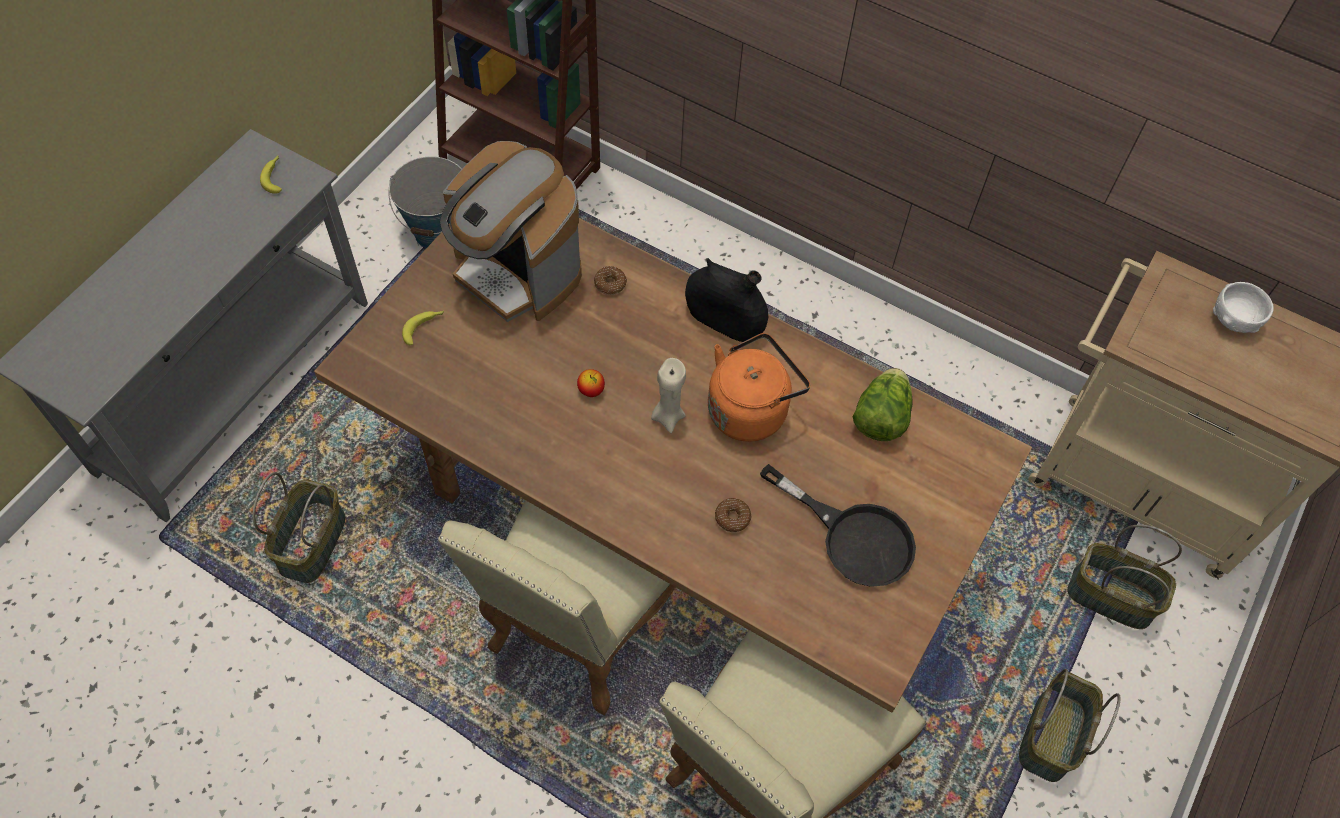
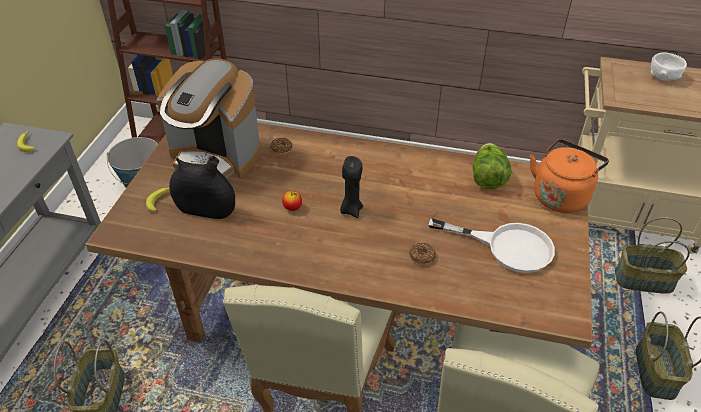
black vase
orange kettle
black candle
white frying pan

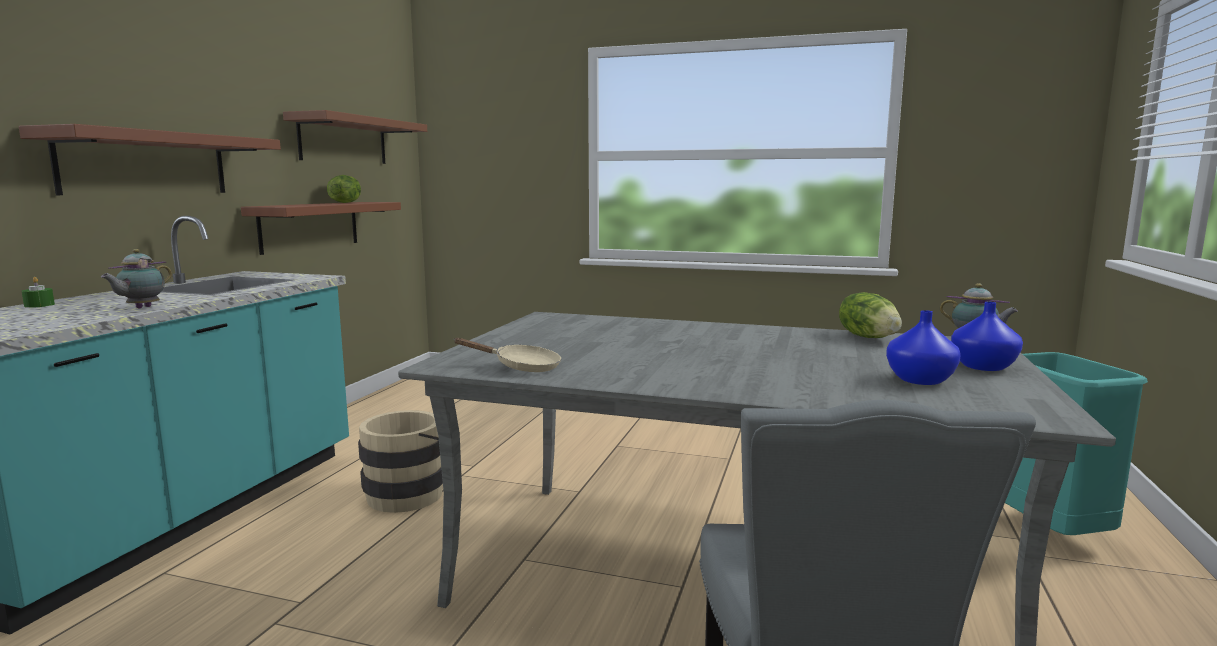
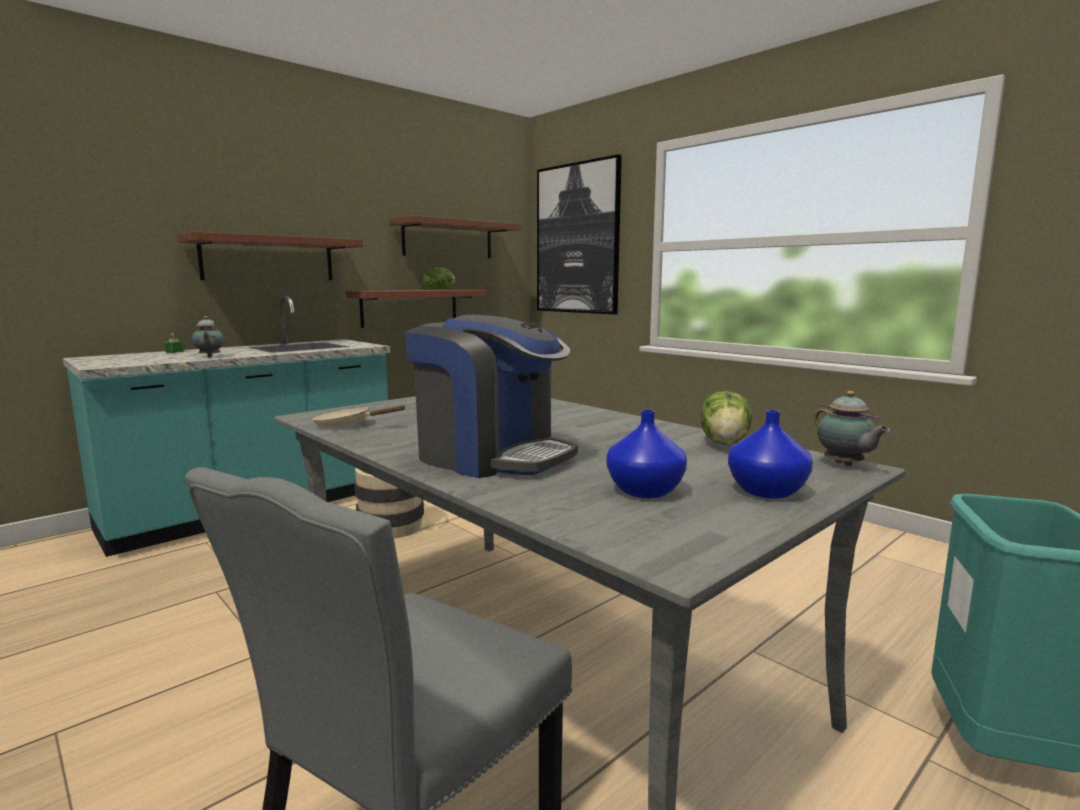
teapot (1st from left)
beige frying pan
picture
coffee machine

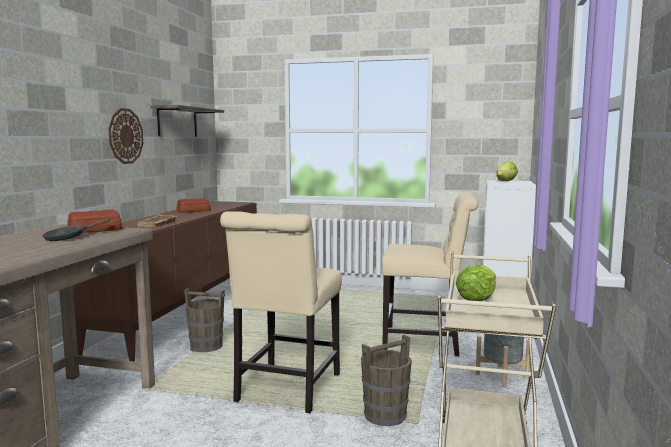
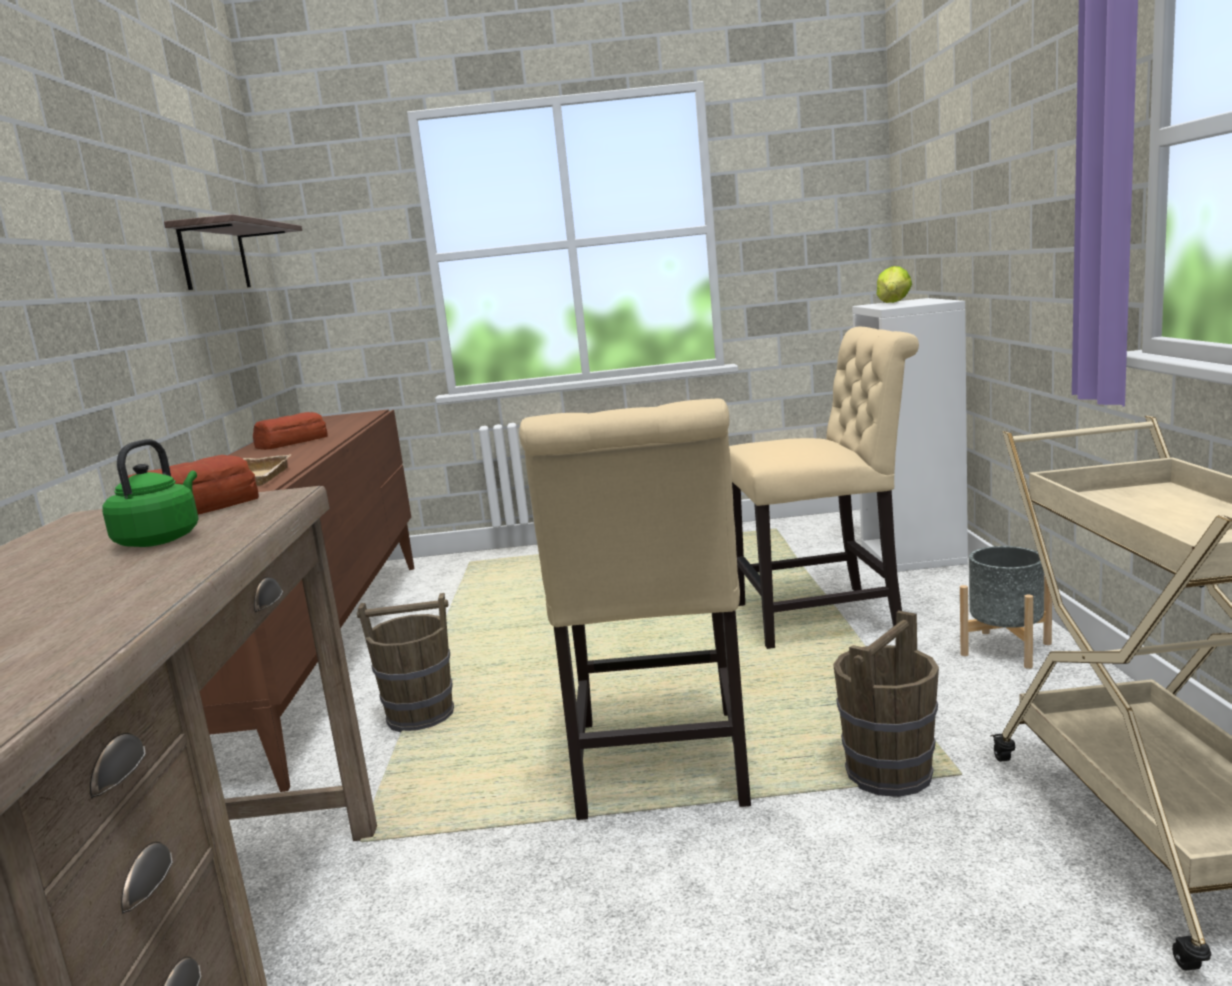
wall clock
green kettle
lettuce (1st from left in the first image)

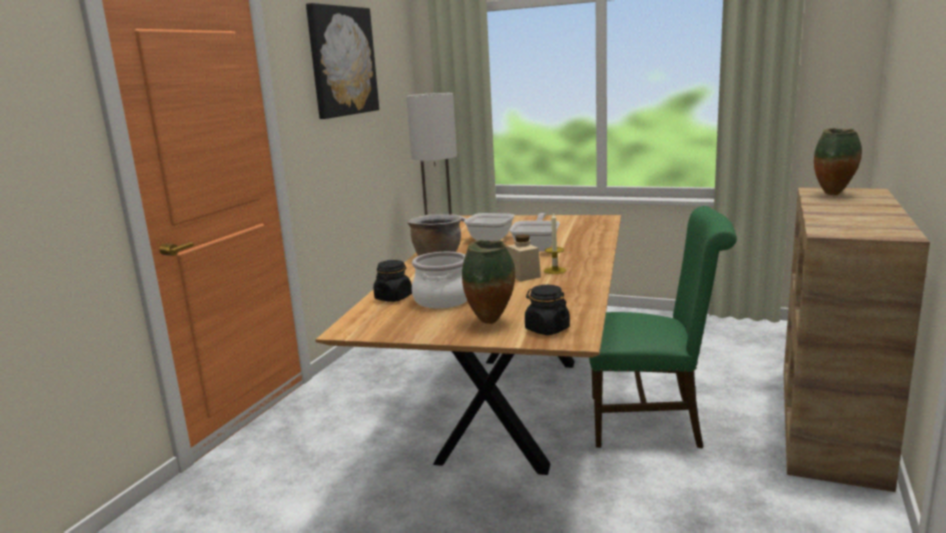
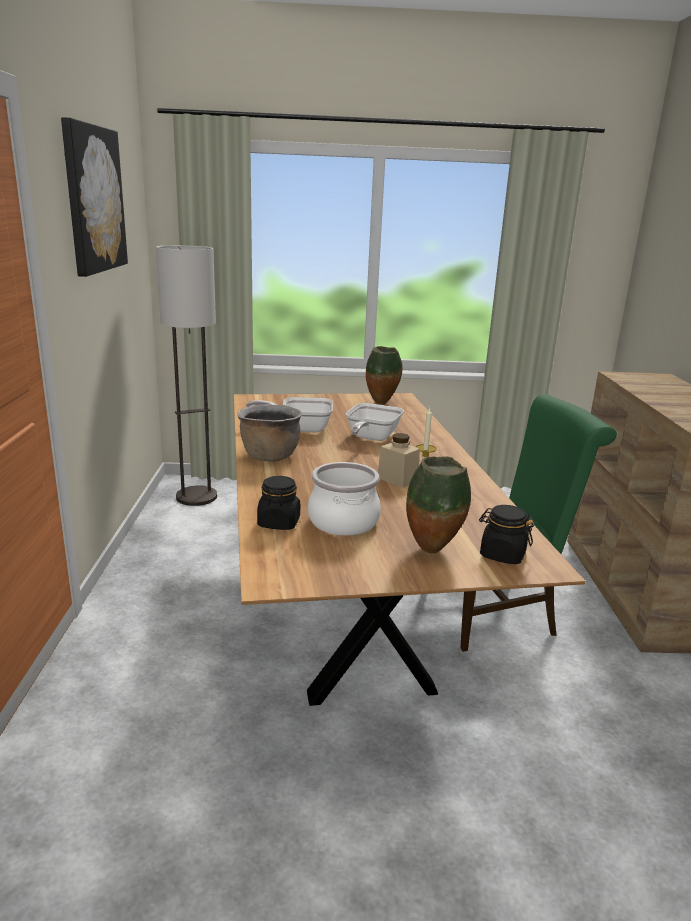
vase (1st from left)
frying pan (2nd from left)

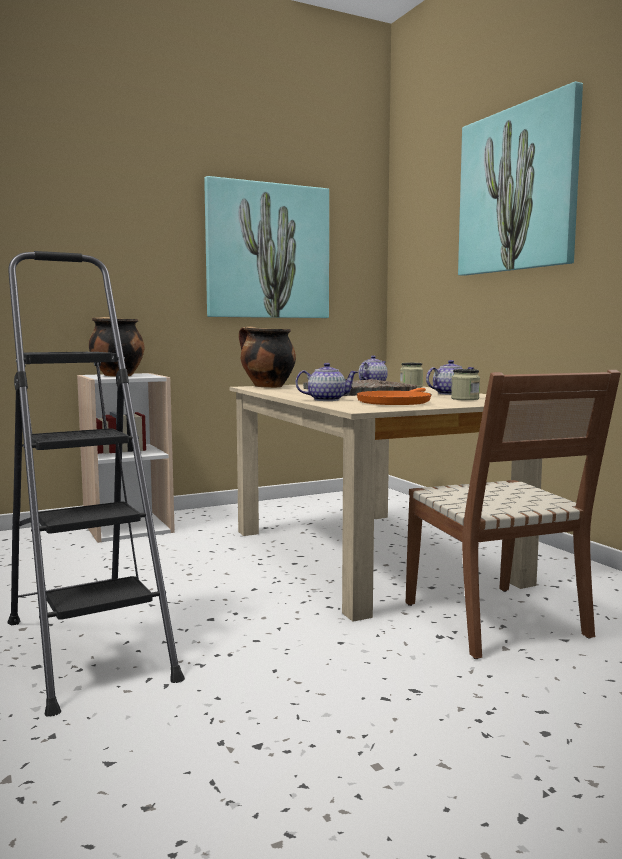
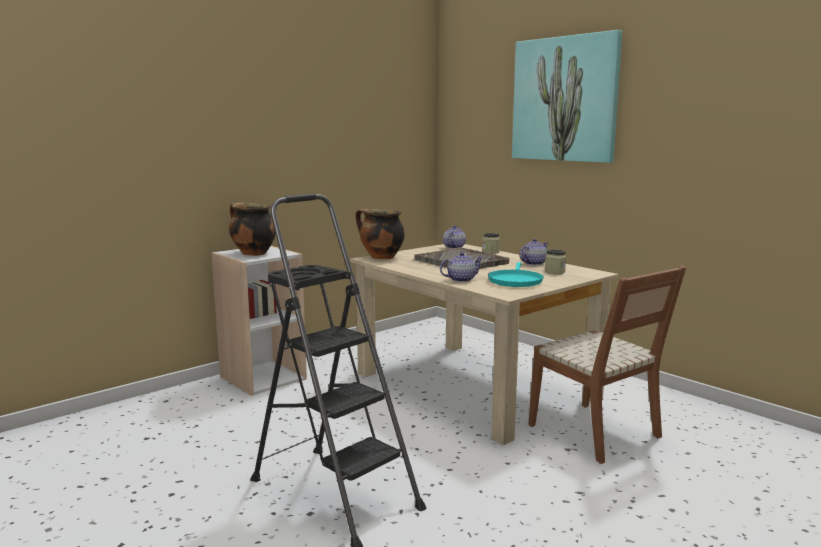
picture (1st from left in the first image)
turquoise frying pan

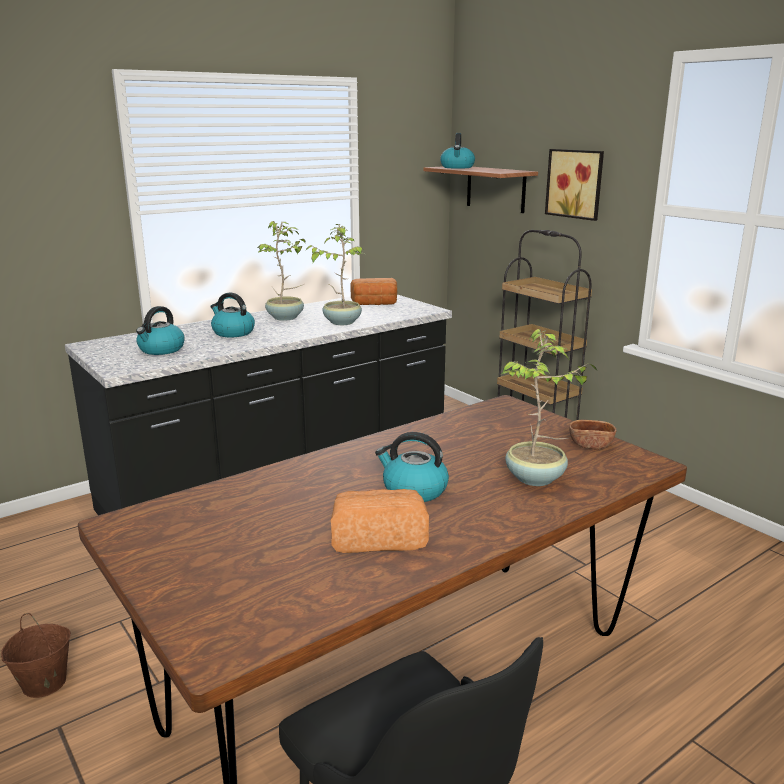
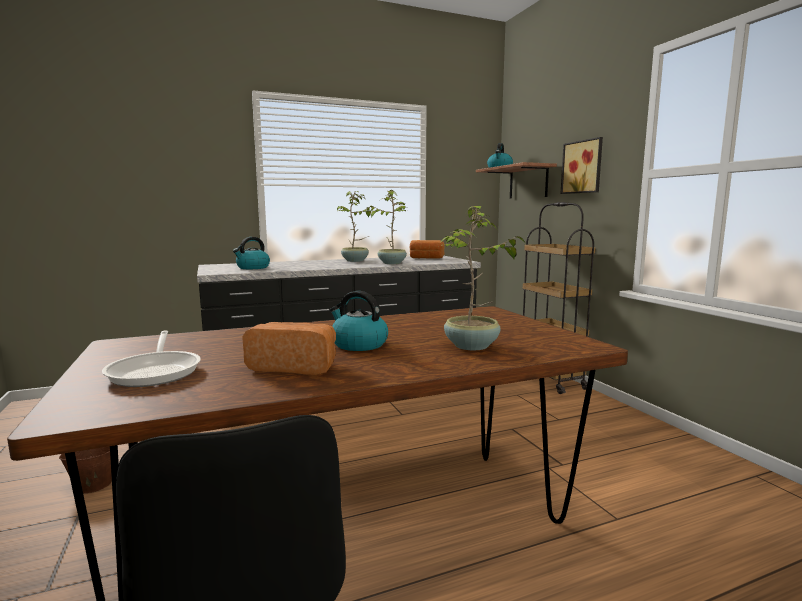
kettle (2nd from left in the first image)
brown bowl
frying pan

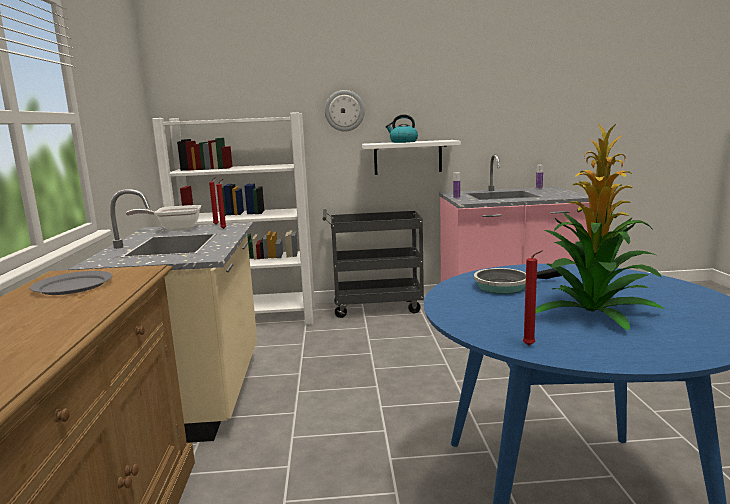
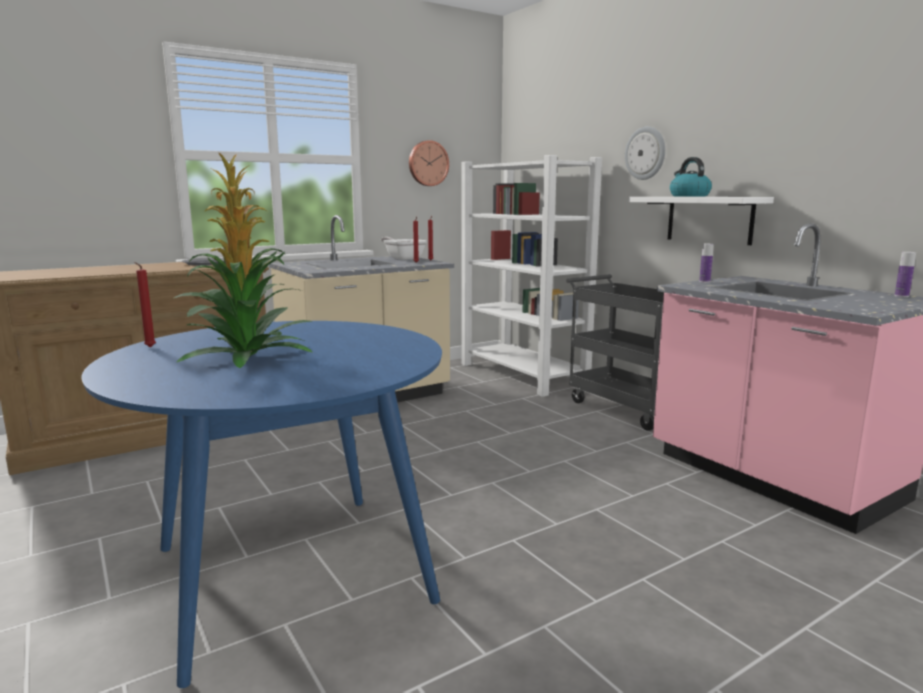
frying pan (2nd from left in the first image)
wall clock (1st from left)

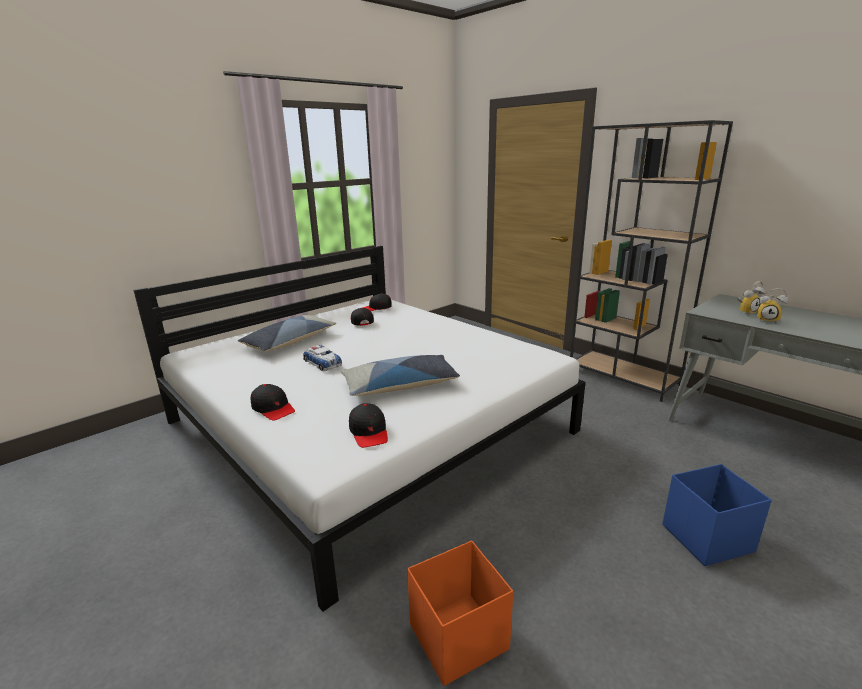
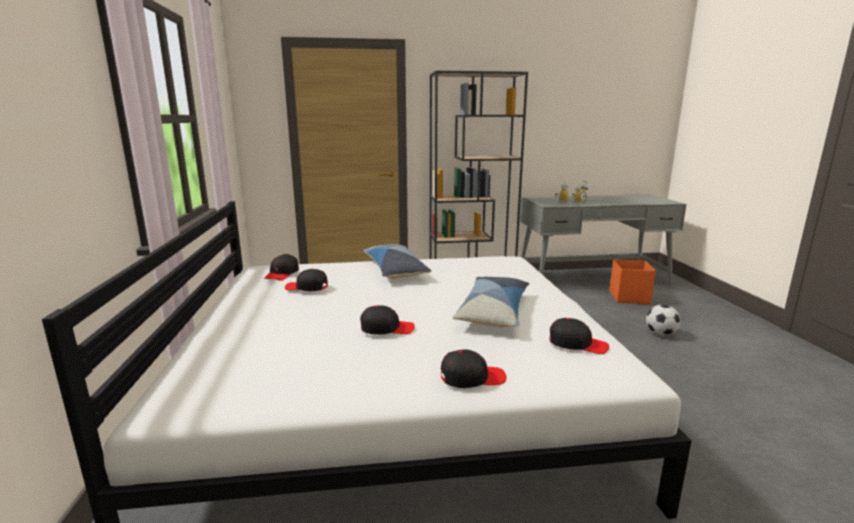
pillow (1st from left)
black cap (3rd from left)
football
orange storage box

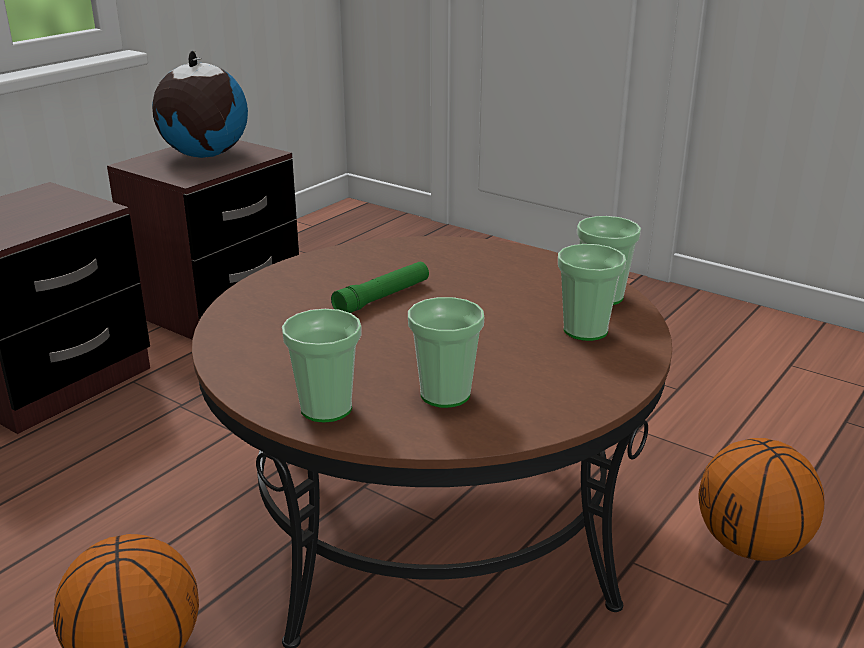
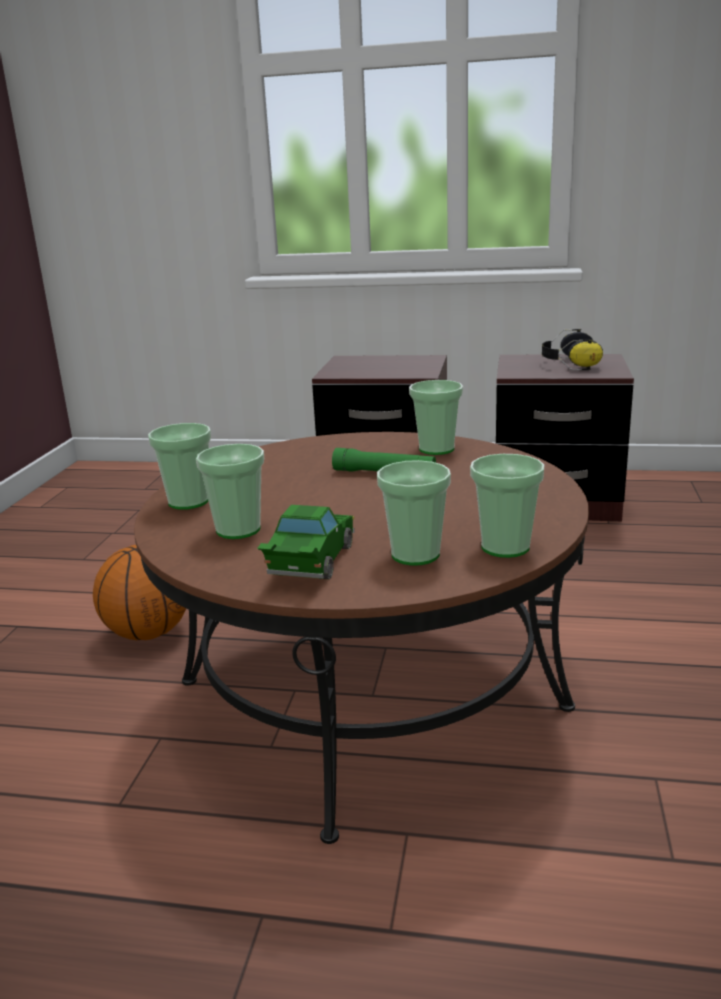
headphones
basketball (2nd from left in the first image)
cup (4th from left)
green toy car

